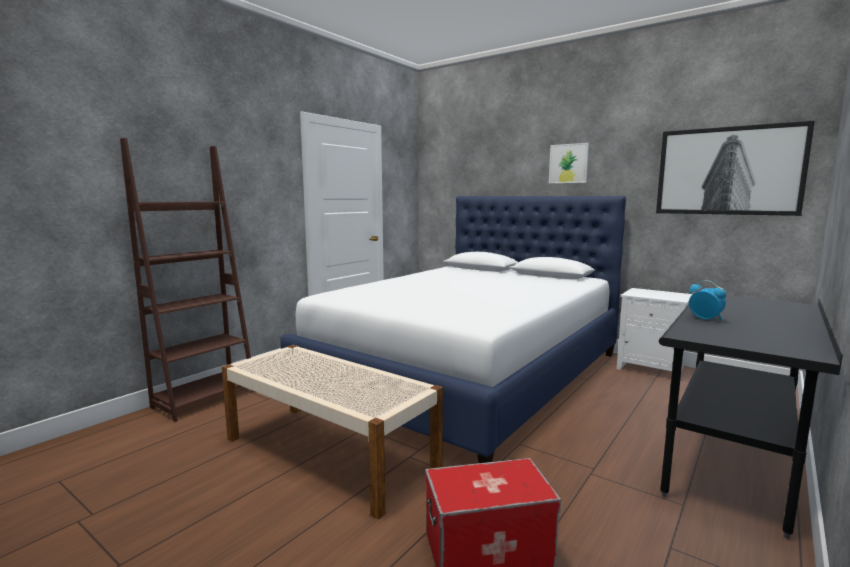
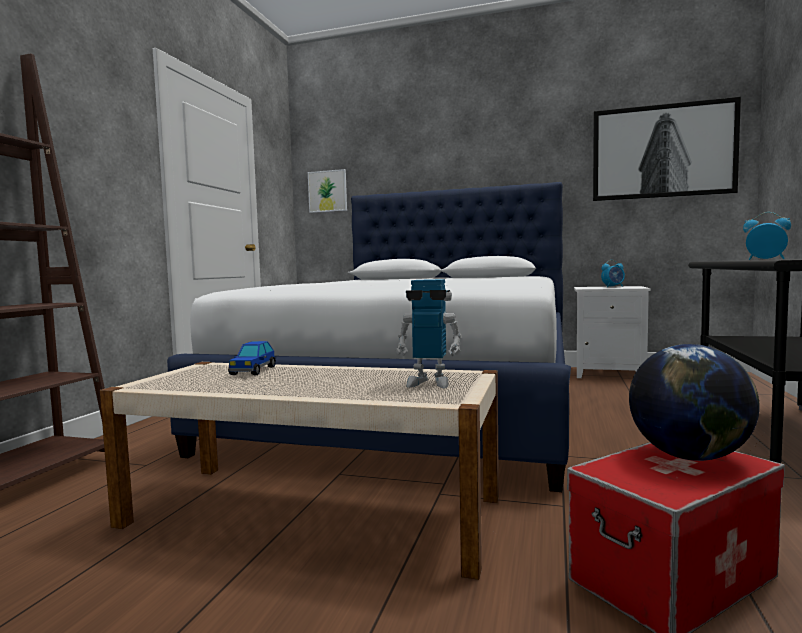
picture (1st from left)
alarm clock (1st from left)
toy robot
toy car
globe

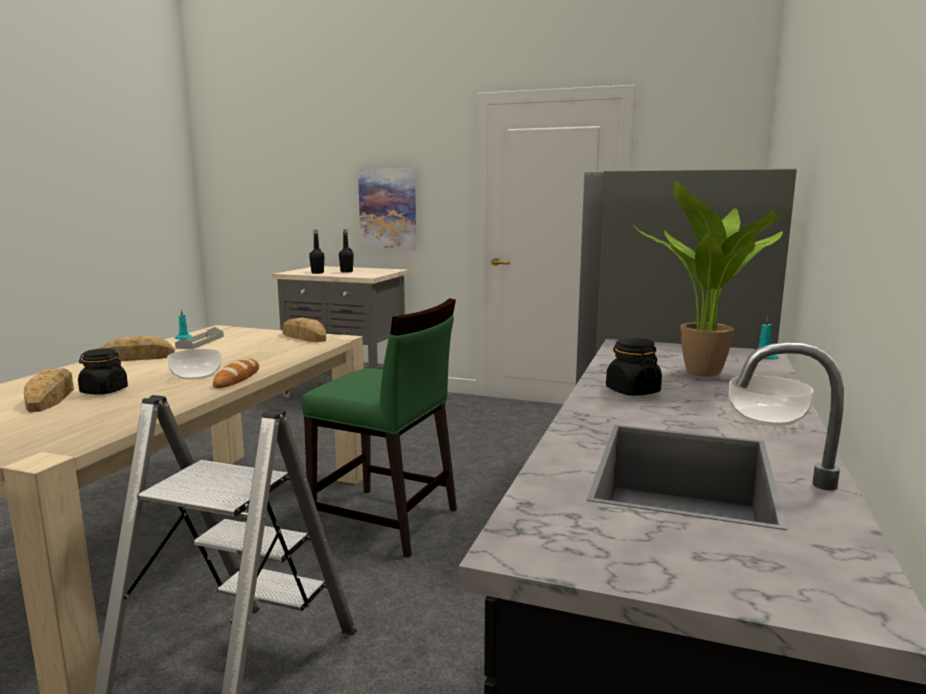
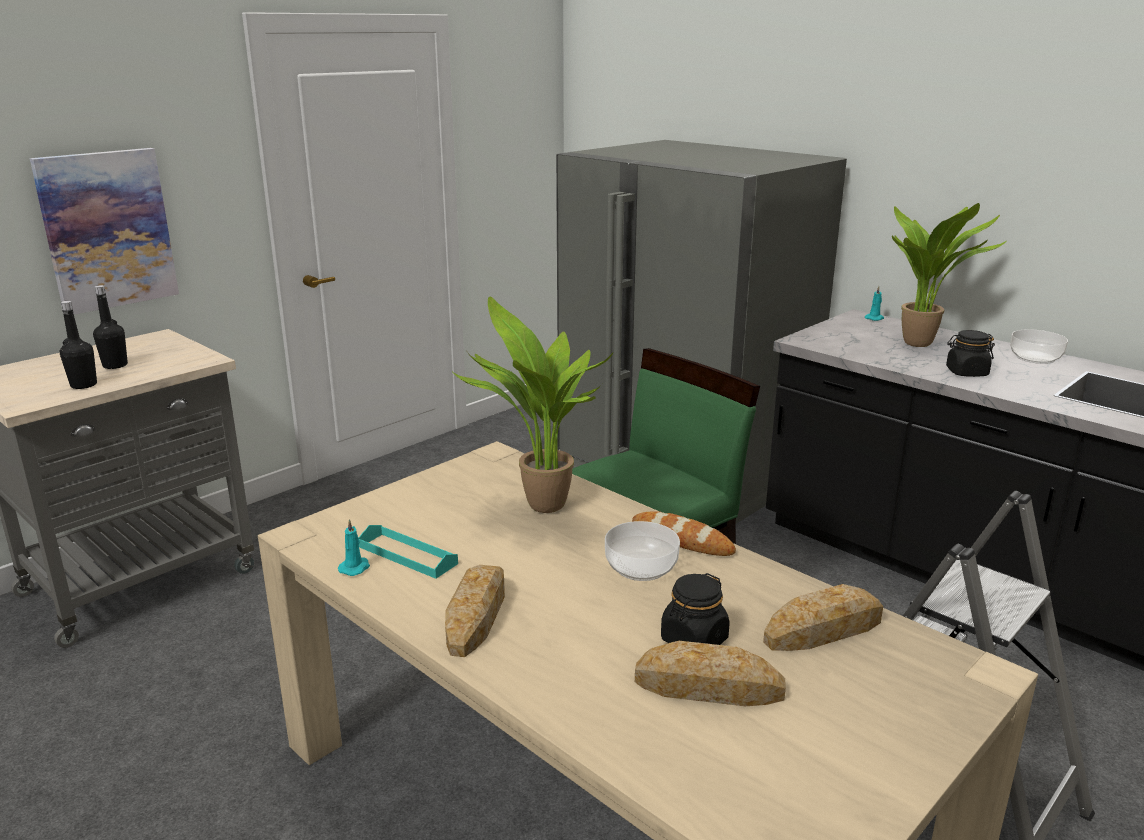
bread (4th from left)
turquoise tray
potted plant (1st from left)

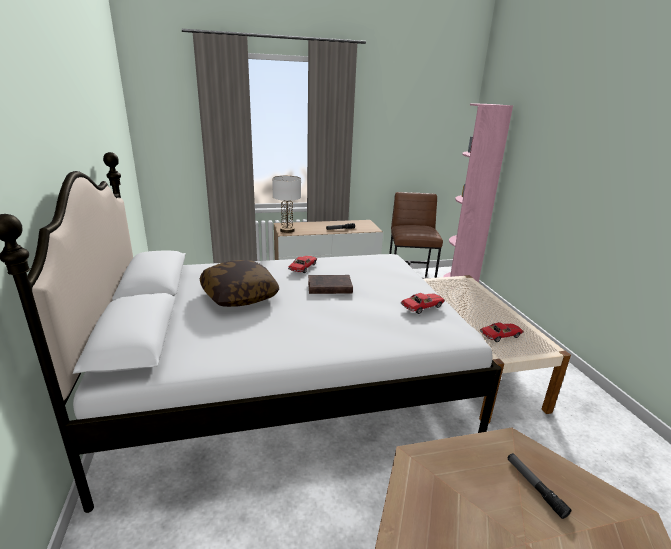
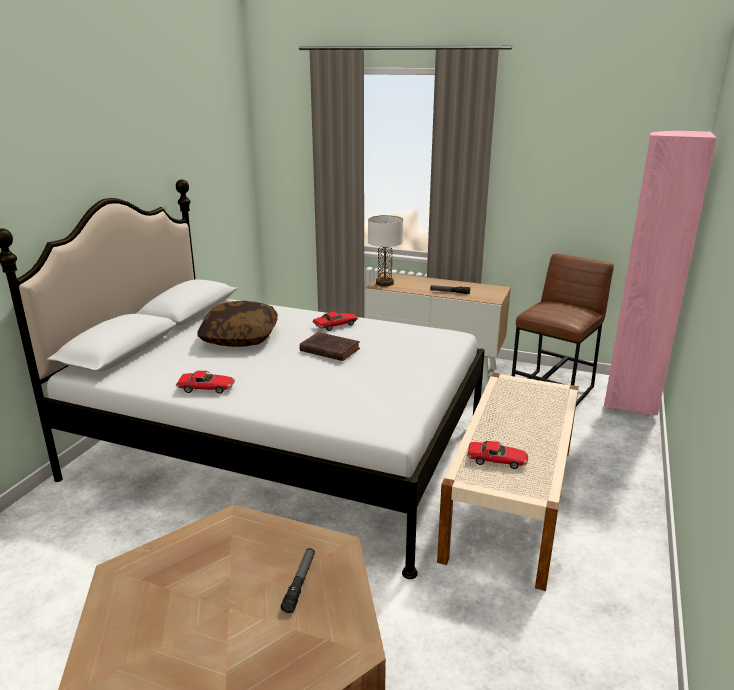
toy car (1st from left)

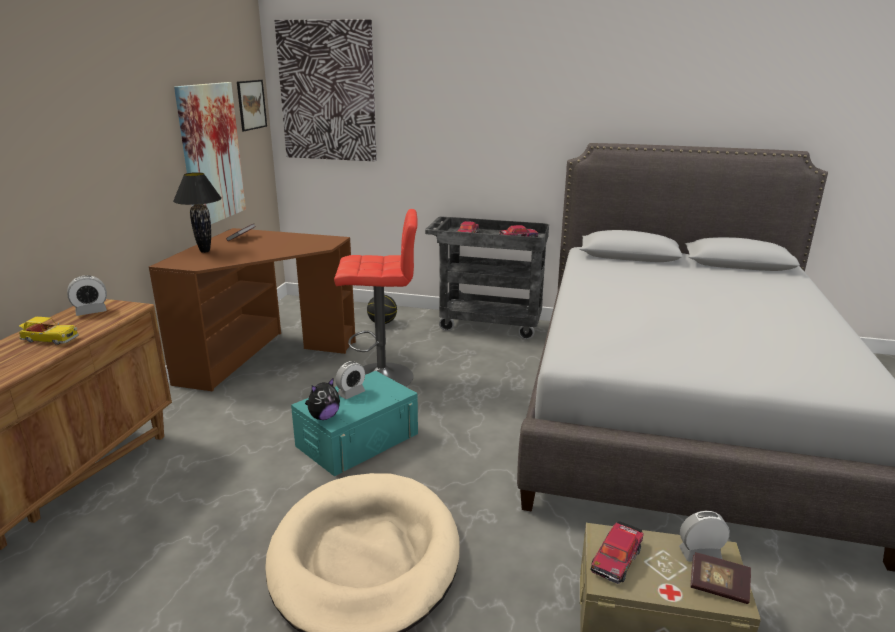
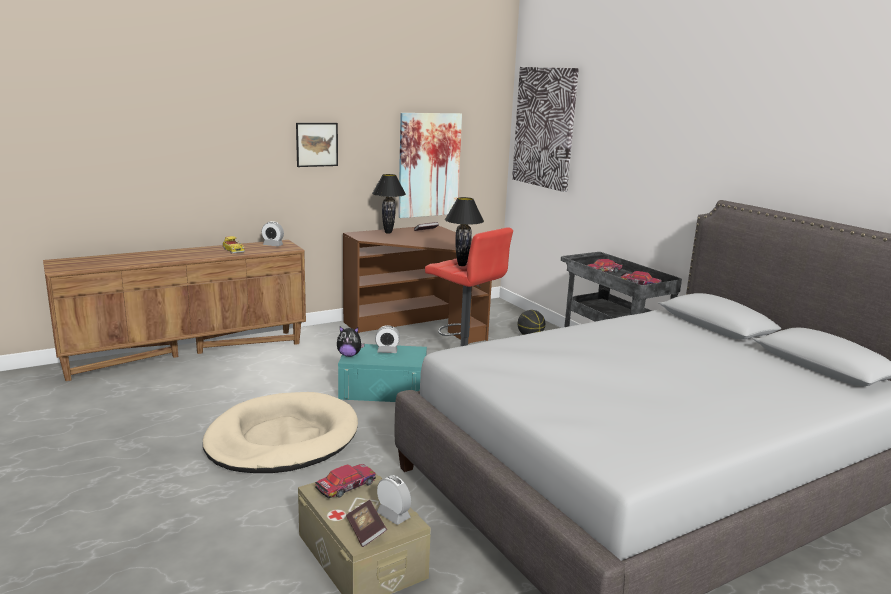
picture (1st from left)
toy car (2nd from left)
black table lamp (2nd from left)

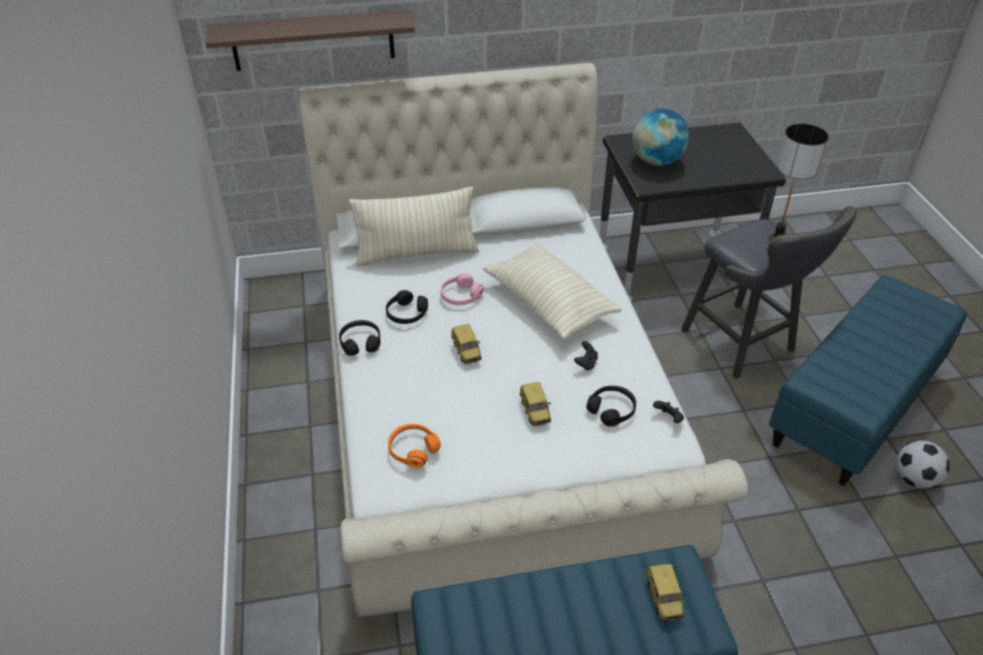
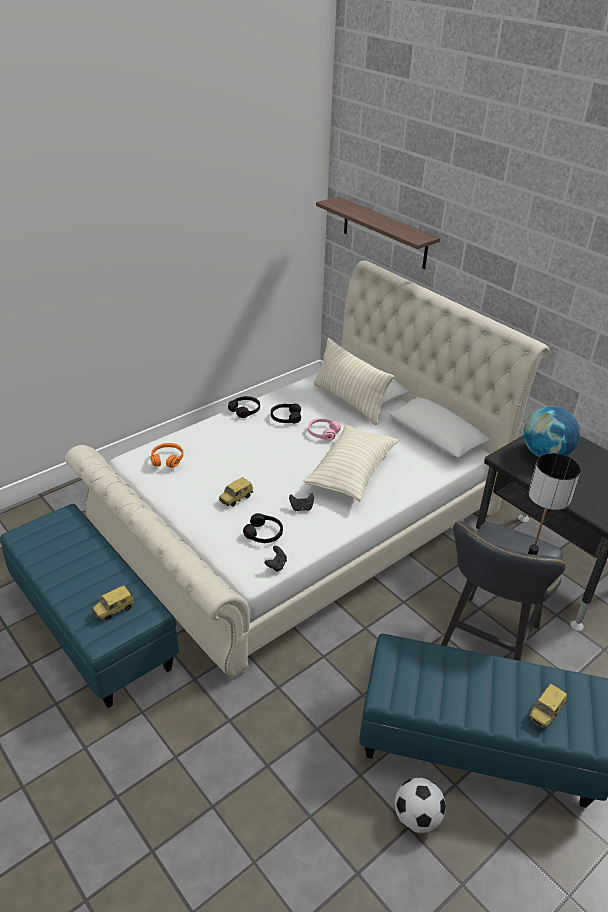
toy car (3rd from left)

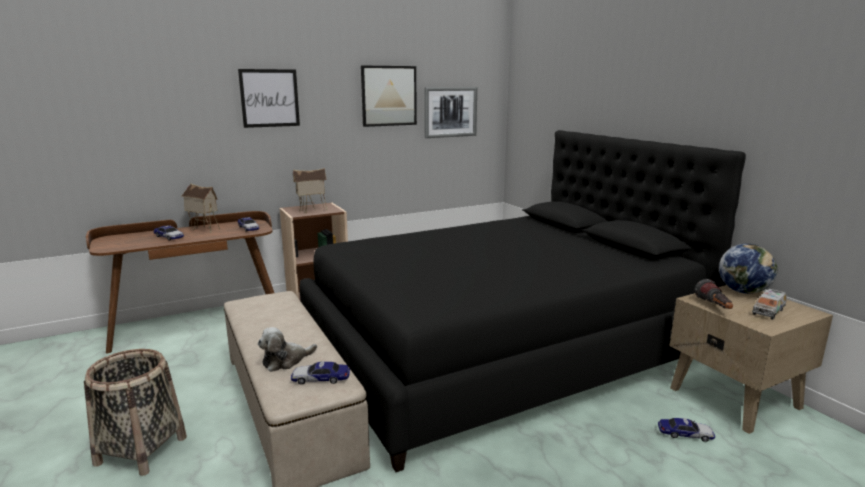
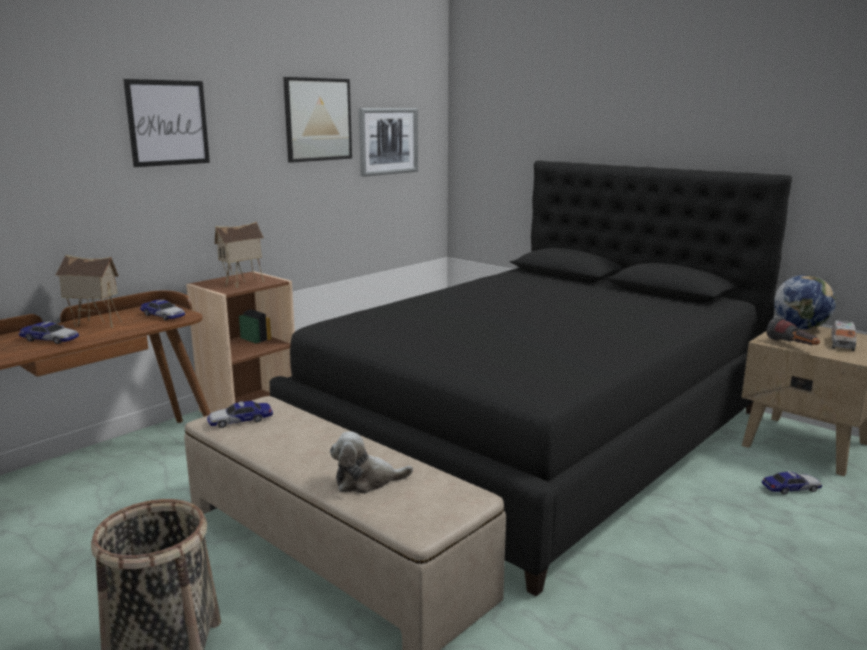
plush toy
toy car (3rd from left)

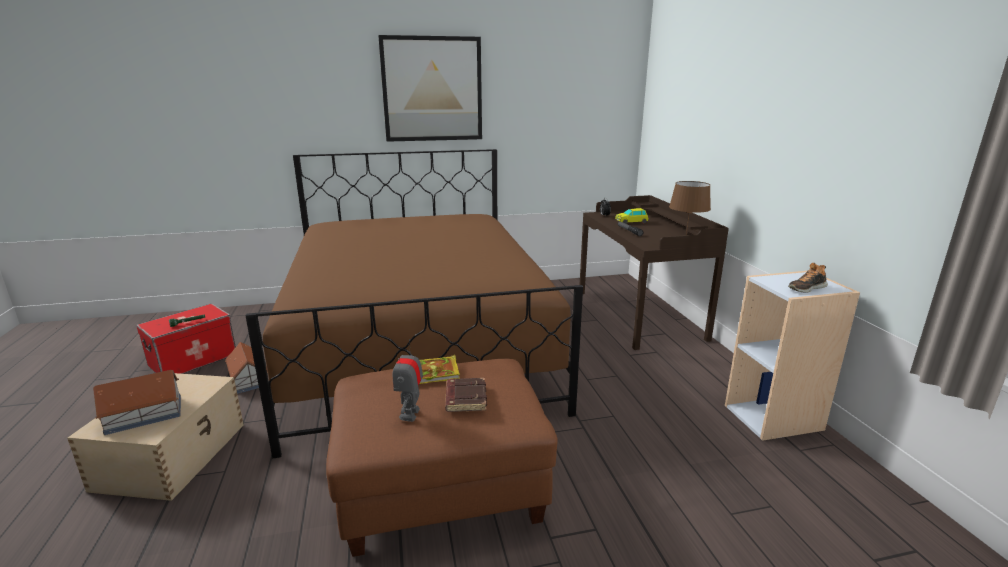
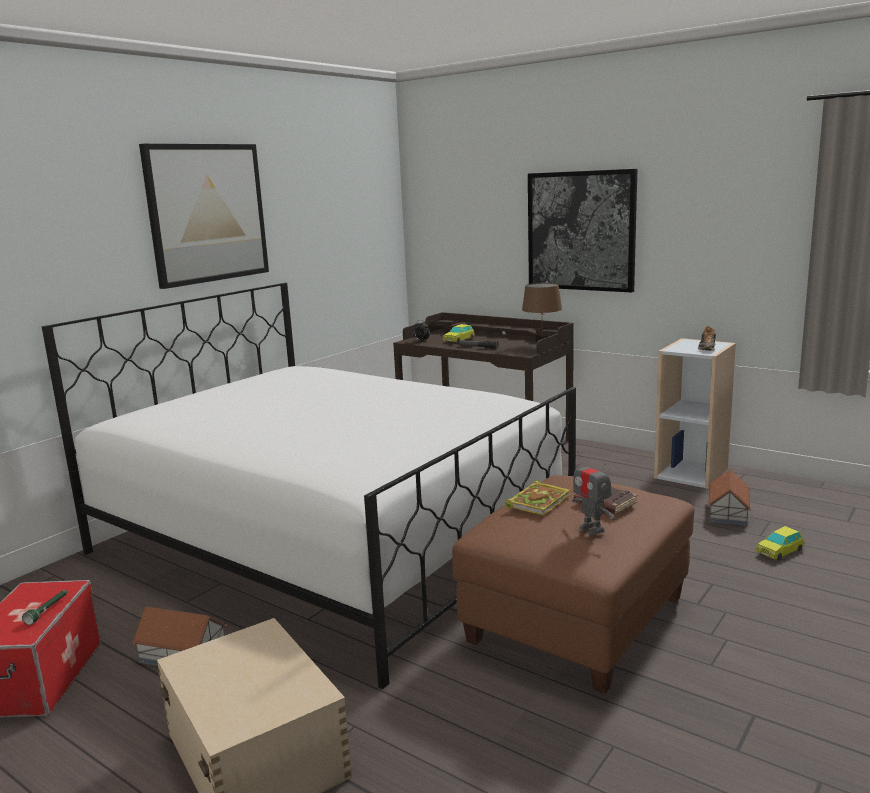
white bed
toy house (2nd from left)
picture (2nd from left)
toy car (2nd from left)

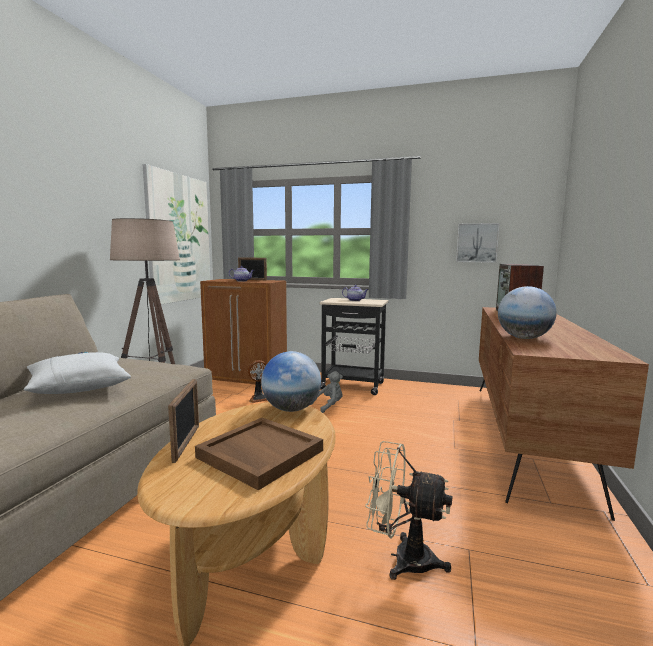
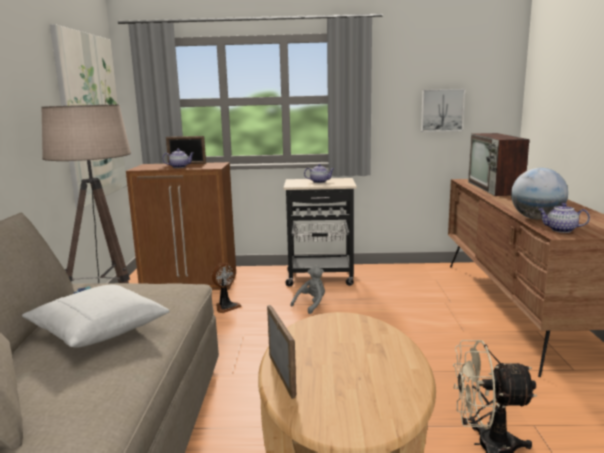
globe (1st from left in the first image)
brown tray
teapot (3rd from left)

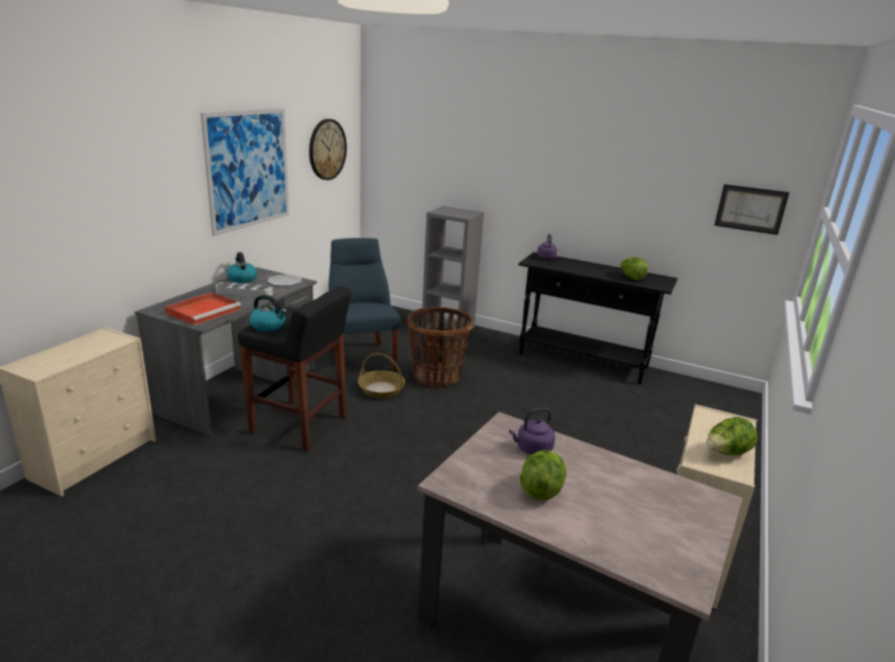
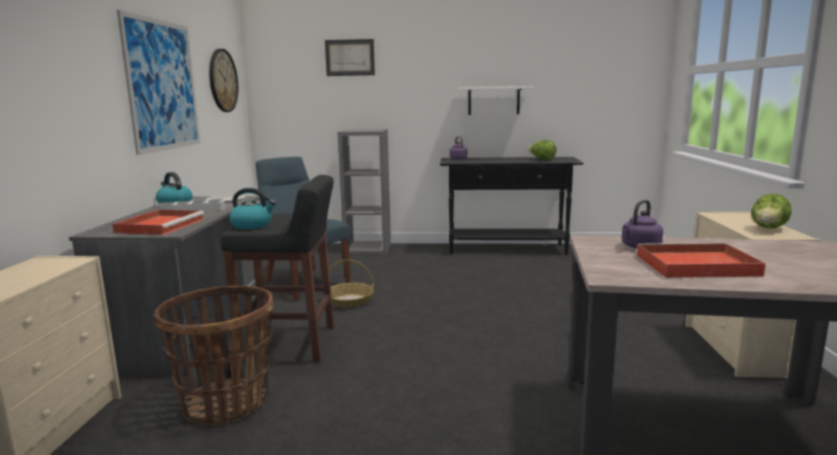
picture (2nd from left)
basket (1st from left)
red tray (2nd from left)
white shelf

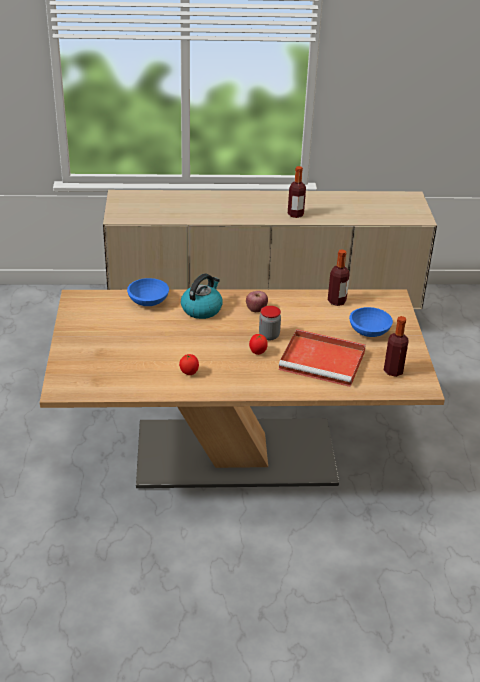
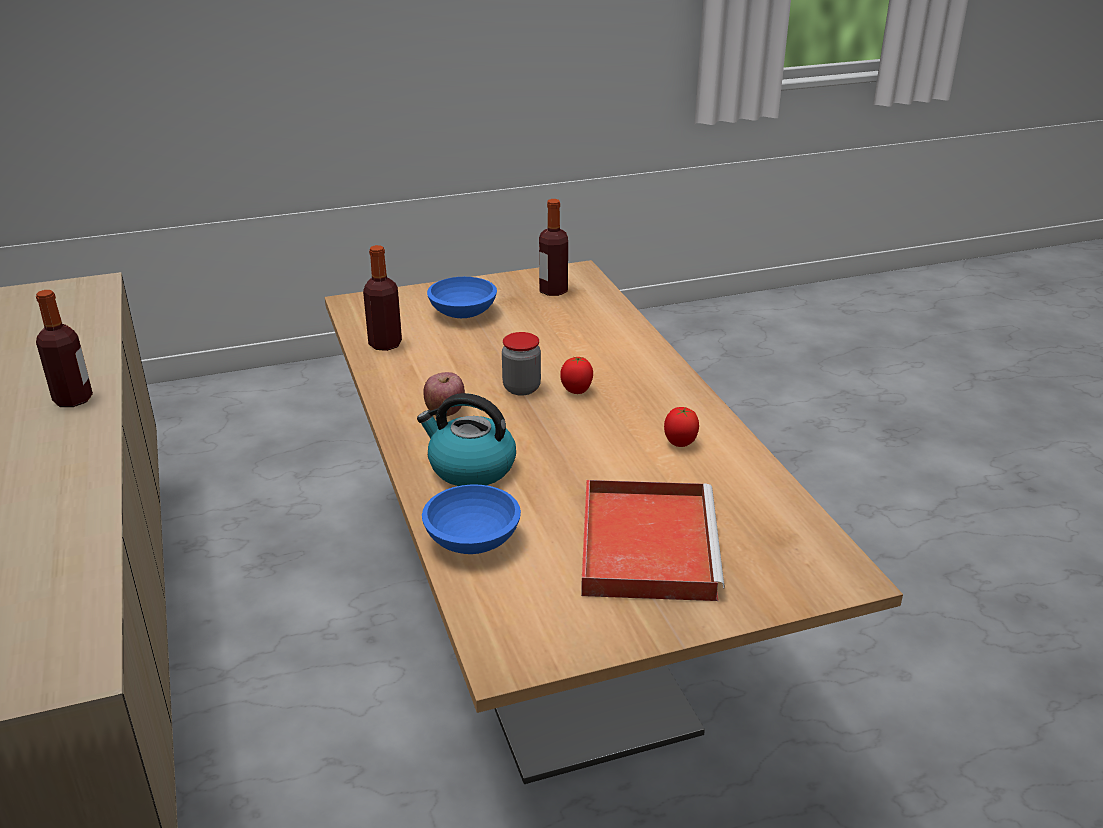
red tray

